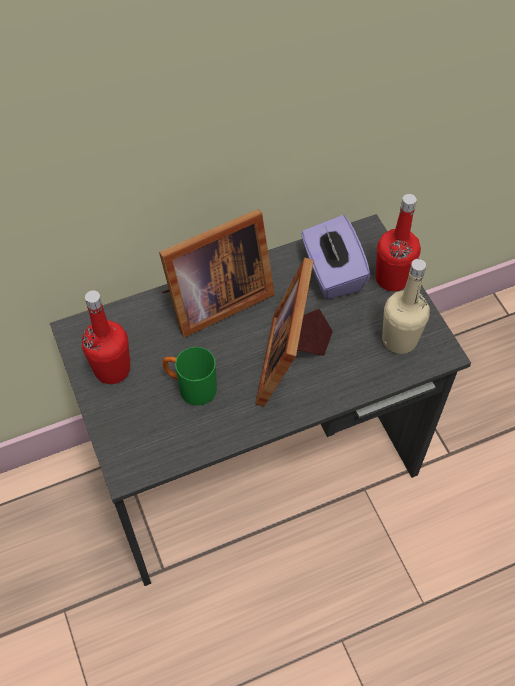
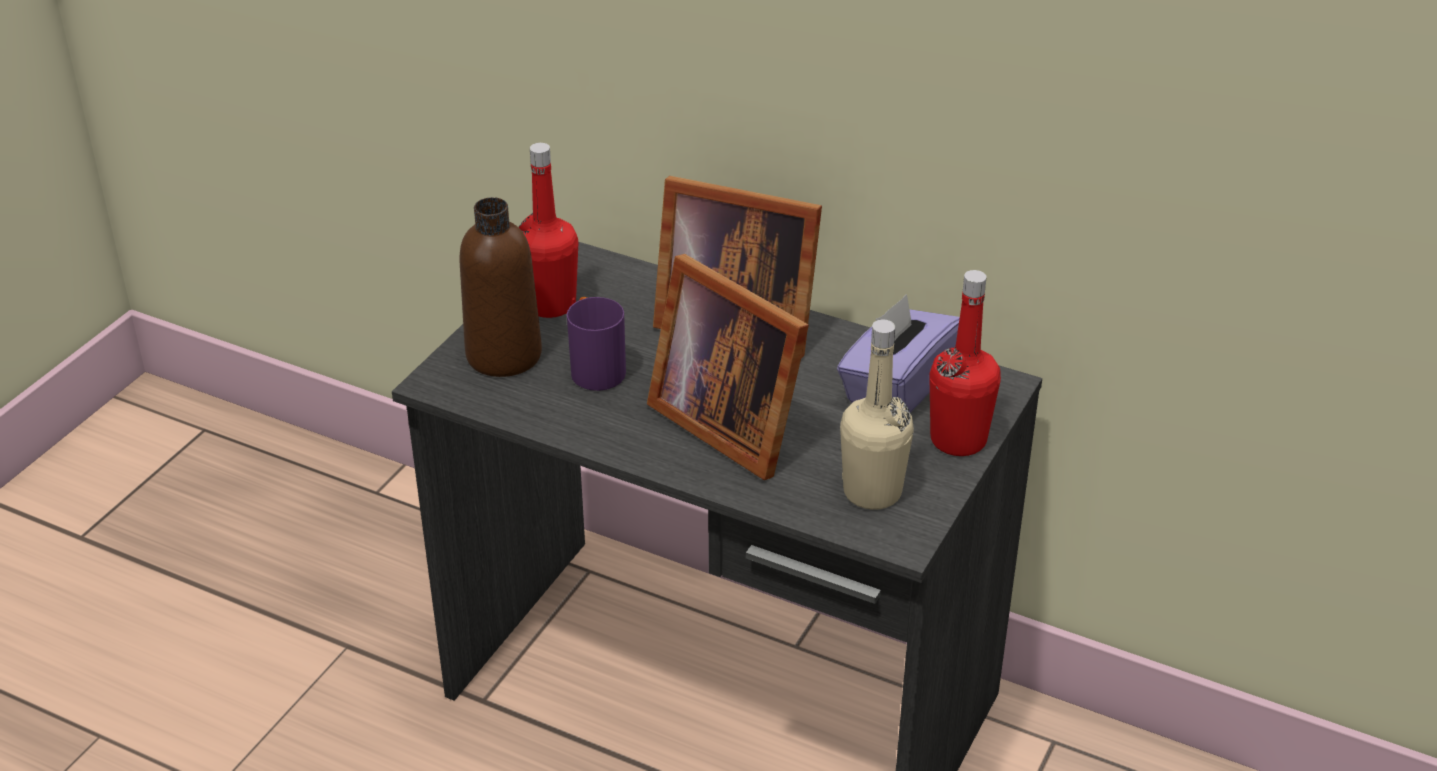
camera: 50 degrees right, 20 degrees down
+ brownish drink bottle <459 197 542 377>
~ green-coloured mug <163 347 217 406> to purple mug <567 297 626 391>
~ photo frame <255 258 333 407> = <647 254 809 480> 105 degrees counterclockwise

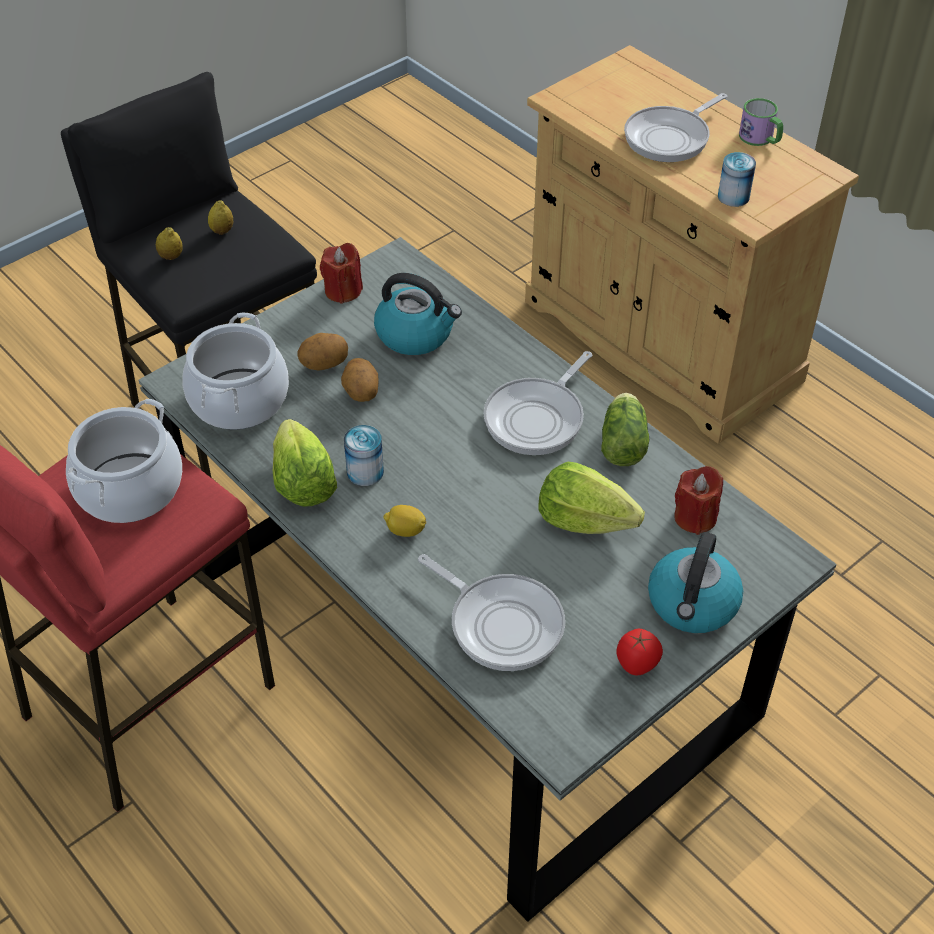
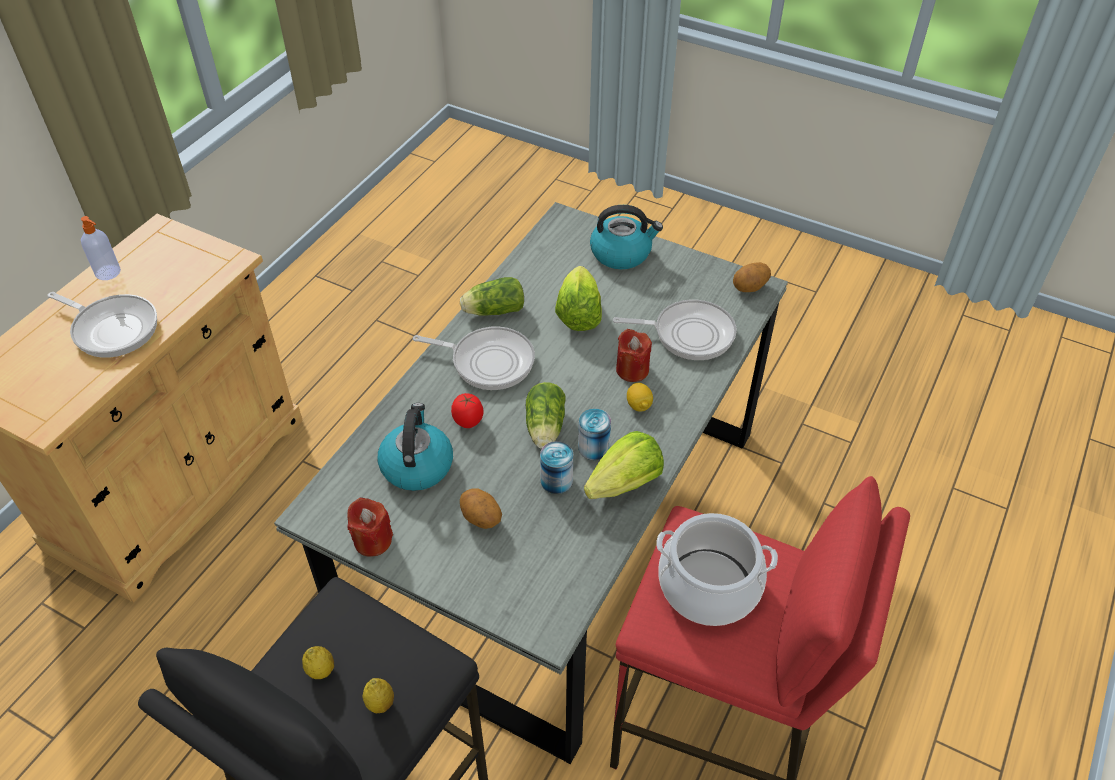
camera: 110 degrees left, 0 degrees up
- cooking pot <182 313 289 430>
+ lettuce <526 382 566 449>
~ potato <341 358 378 402> to <733 262 771 292>
~ fresh tomato <616 629 663 676> to <451 393 483 428>
~ red candle <674 466 723 535> to <616 329 652 382>
~ can <718 152 756 207> to <540 441 573 494>
~ mug <739 98 783 146> to soap dispenser <81 216 121 280>
~ frying pan <418 554 565 671> = <613 300 737 360> 75 degrees clockwise

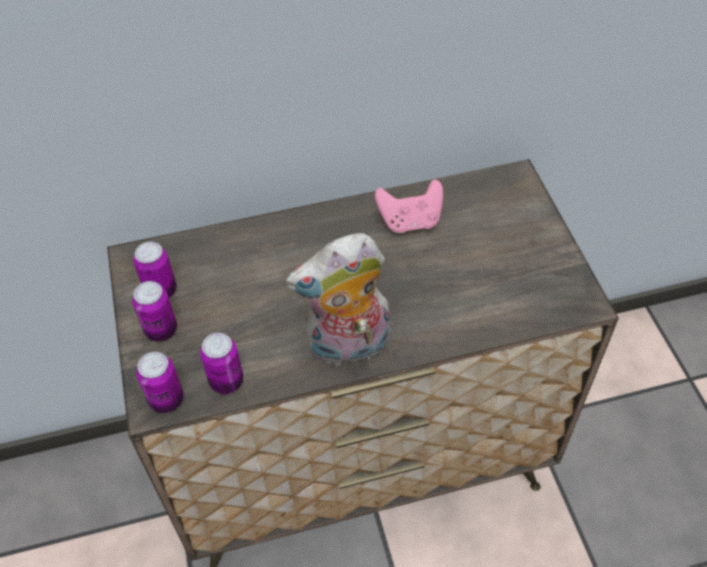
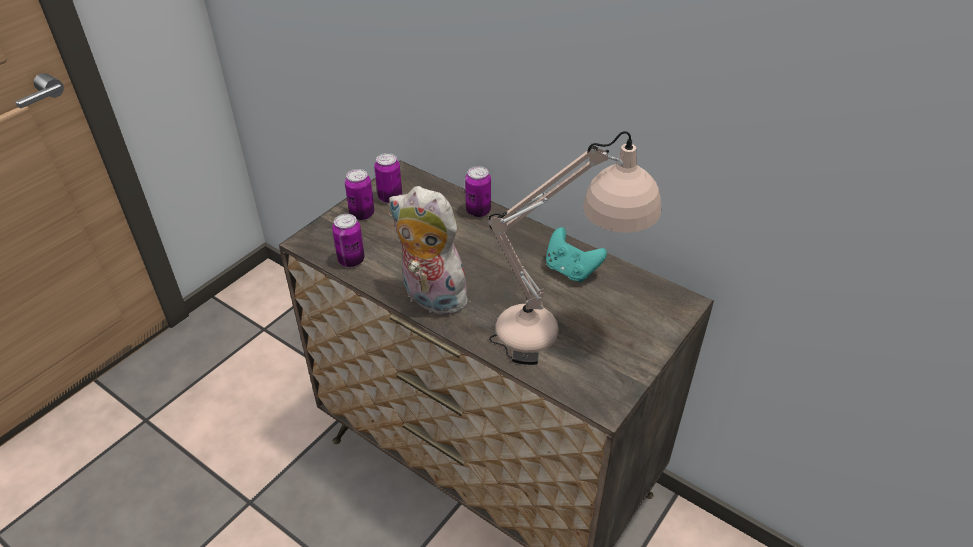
camera: 50 degrees right, 10 degrees down
+ beige tabletop lamp <488 131 661 365>
~ can <136 352 183 413> to <465 166 491 217>
~ pinkish gamepad <375 179 443 233> to turquoise gamepad <546 227 607 283>

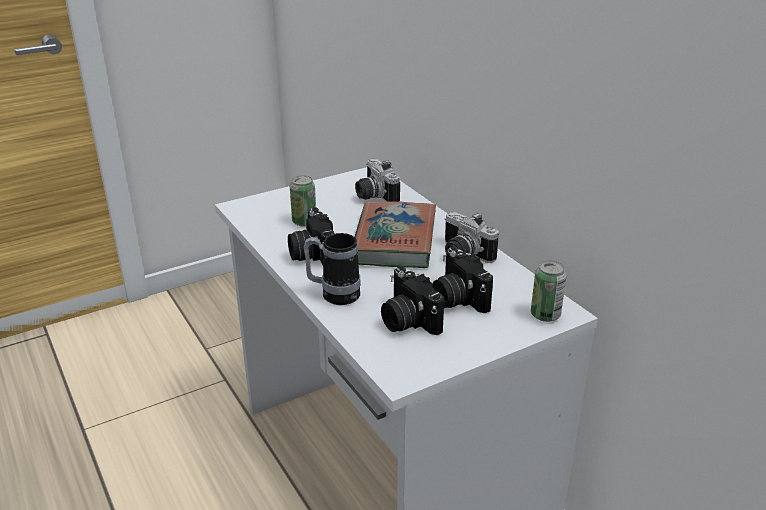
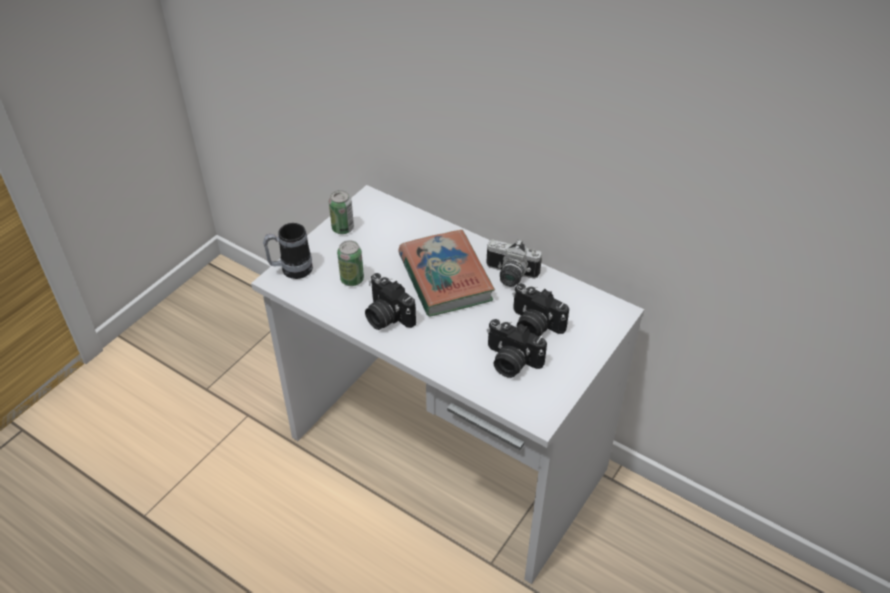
camera: 25 degrees left, 15 degrees up
- still camera <355 159 400 202>
~ mug <304 233 361 305> to <263 223 313 279>
~ can <531 260 567 322> to <329 190 354 234>

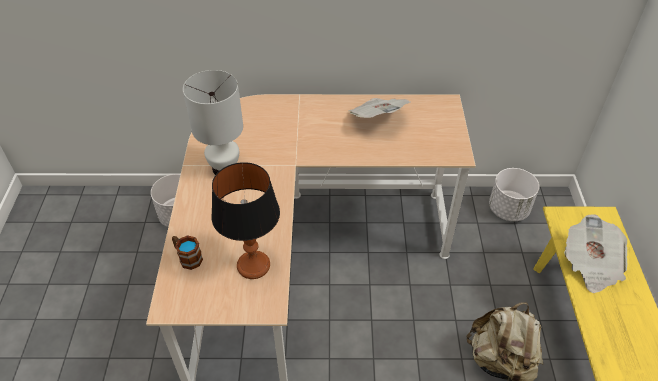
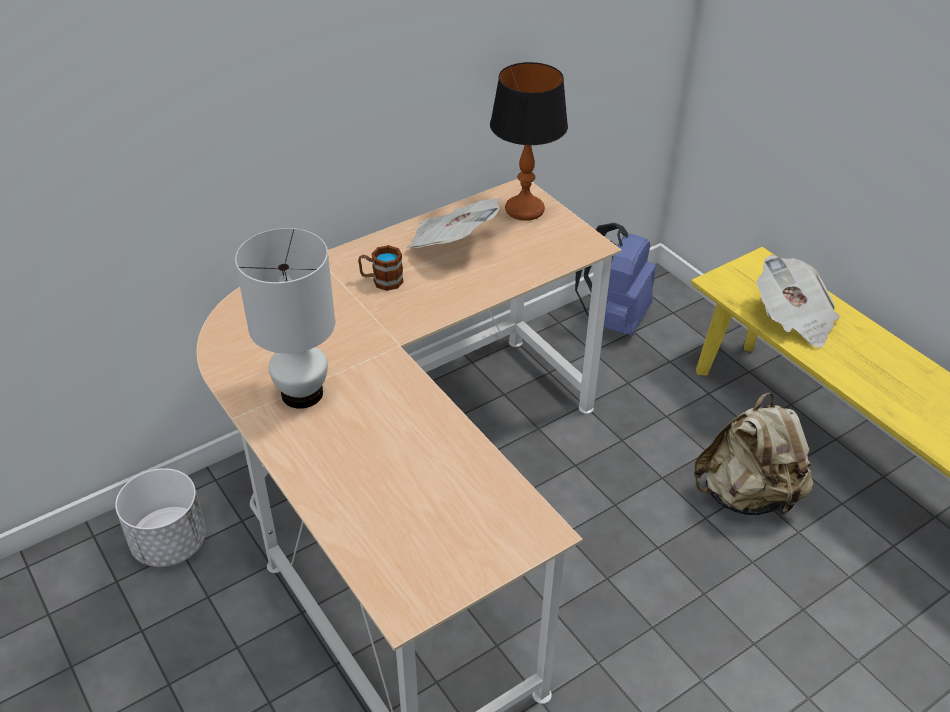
camera: 35 degrees left, 5 degrees down
~ mug <172 235 203 270> to <358 245 404 291>
~ tabletop lamp <211 162 280 279> to <490 62 568 221>
~ white-coloured planter <489 168 539 221> to bluish knapsack <575 222 656 335>

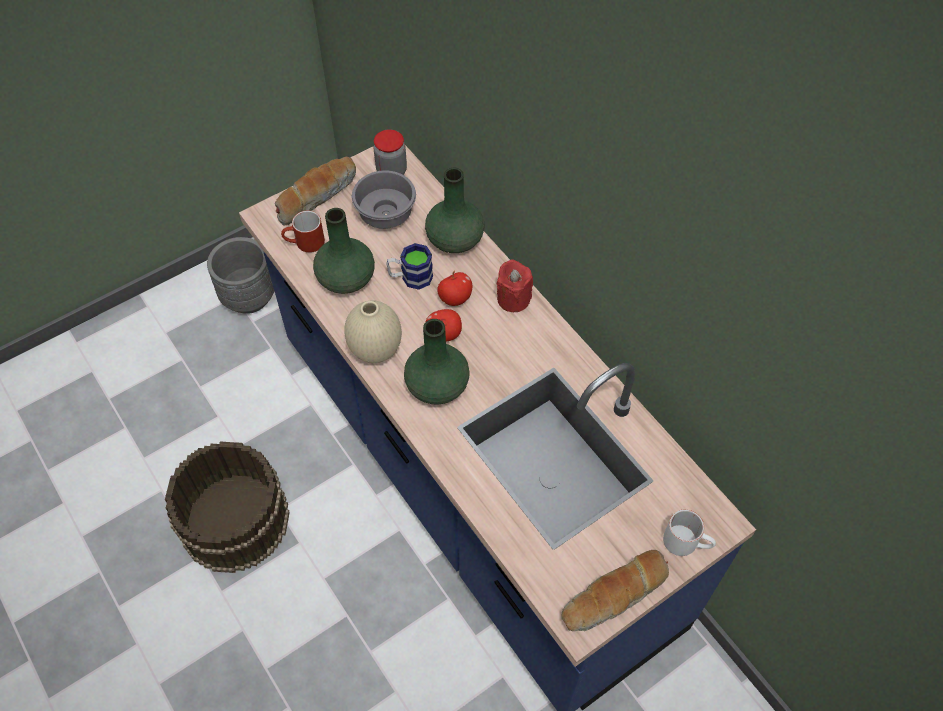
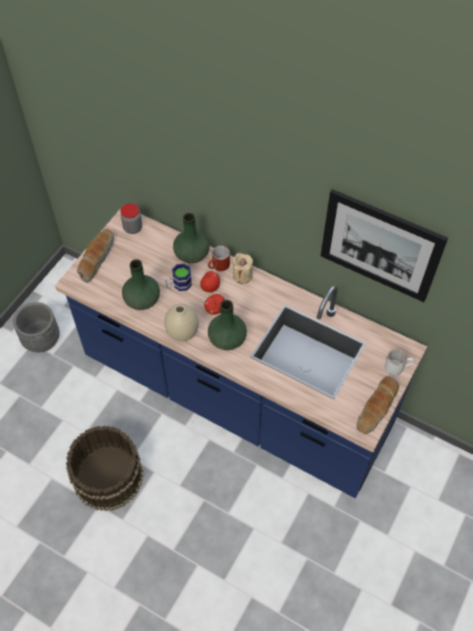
camera: 25 degrees left, 0 degrees up
- greyish deep dish <352 170 416 229>
+ picture <320 189 448 302>
~ red mug <281 211 325 253> to <208 246 230 271>
~ red candle <497 259 533 312> to beige candle <233 253 253 284>

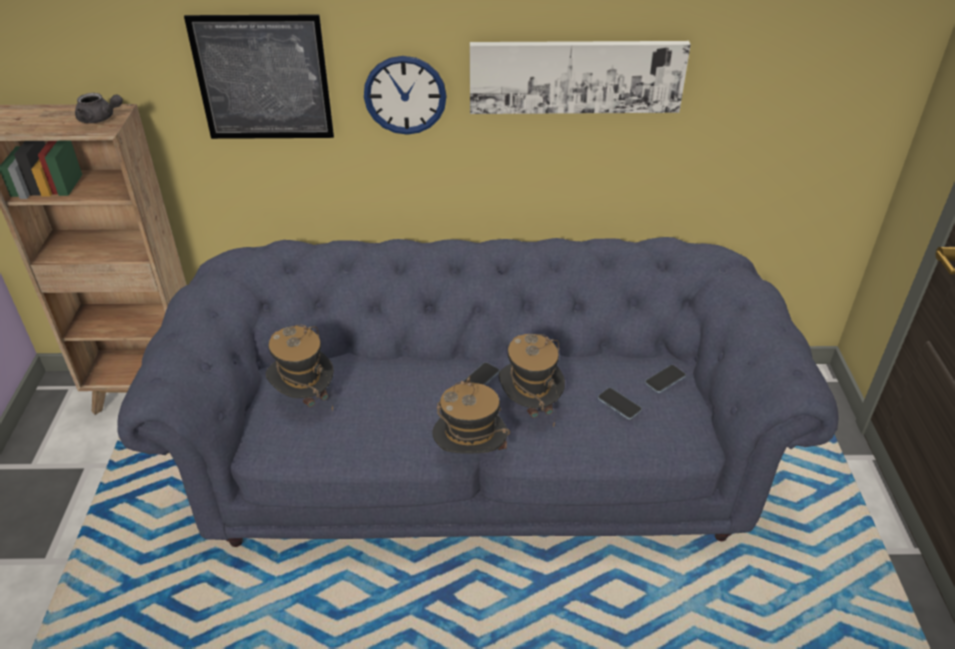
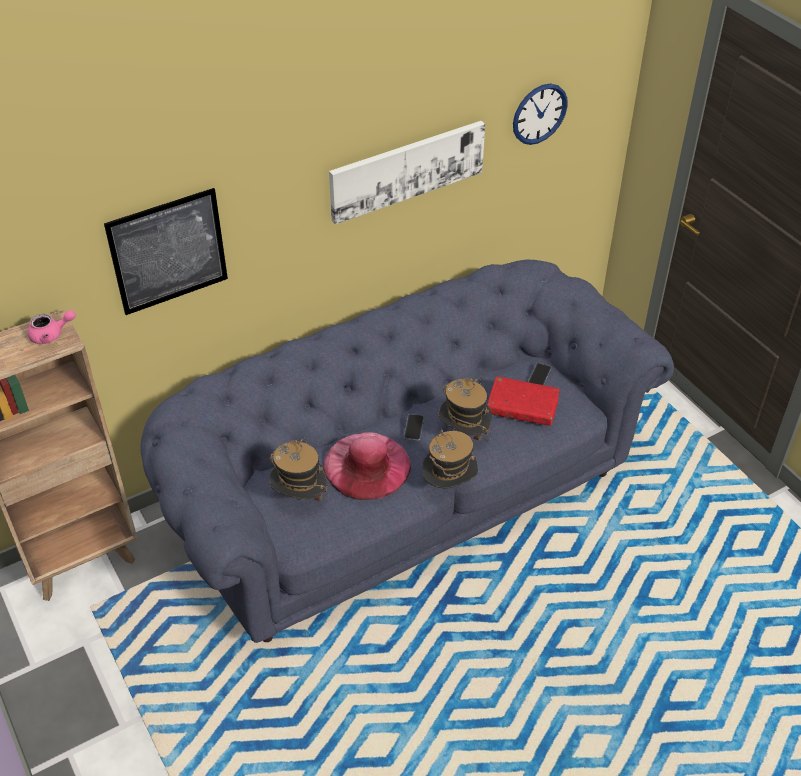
camera: 30 degrees left, 5 degrees up
+ pinkish wearable hat <324 432 411 500>
~ hanging clock <364 56 447 135> to <513 84 568 145>
~ telephone <598 388 642 420> to red bound book <487 376 560 426>
~ greyish teapot <75 93 123 123> to pinkish teapot <28 310 76 344>

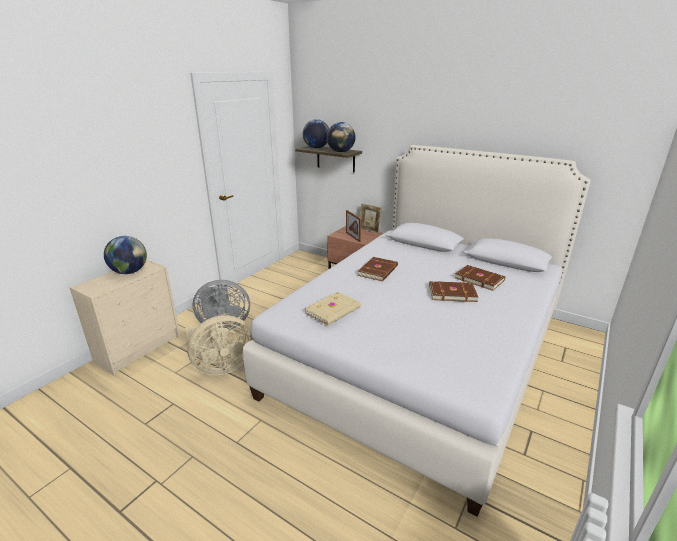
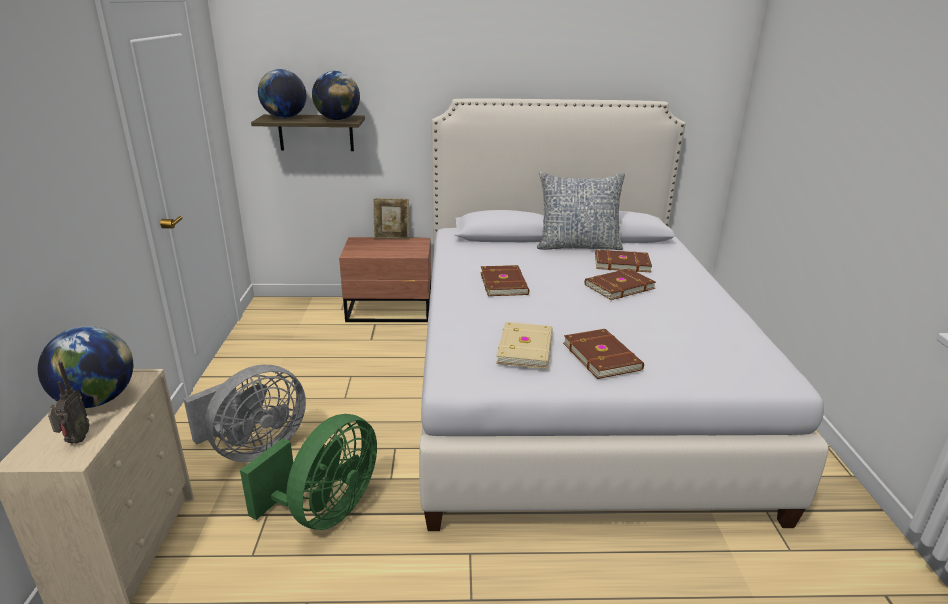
camera: 35 degrees left, 0 degrees up
- photo frame <346 210 361 242>
+ radio set <48 362 90 444>
+ cushion <537 172 625 250>
+ brownish bound book <563 329 644 379>
~ beige fan <185 315 253 375> to green-coloured fan <240 414 377 530>

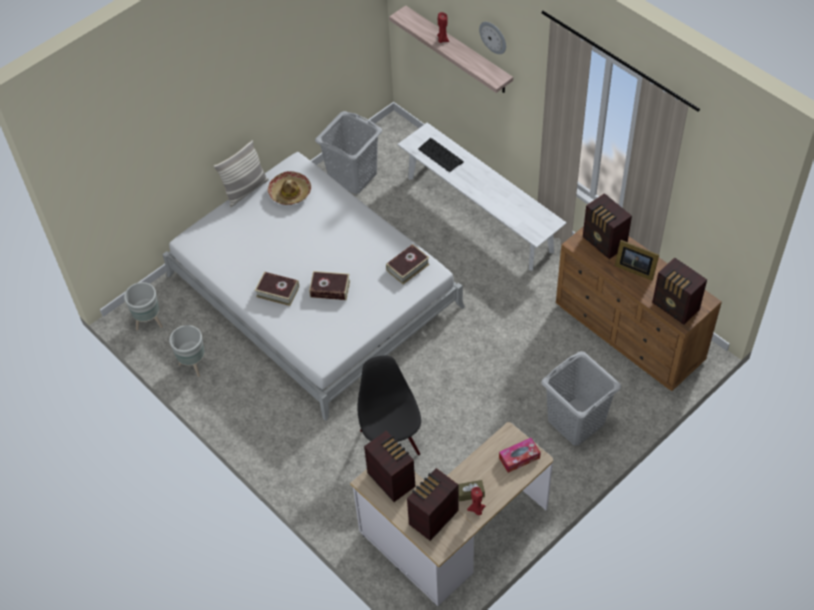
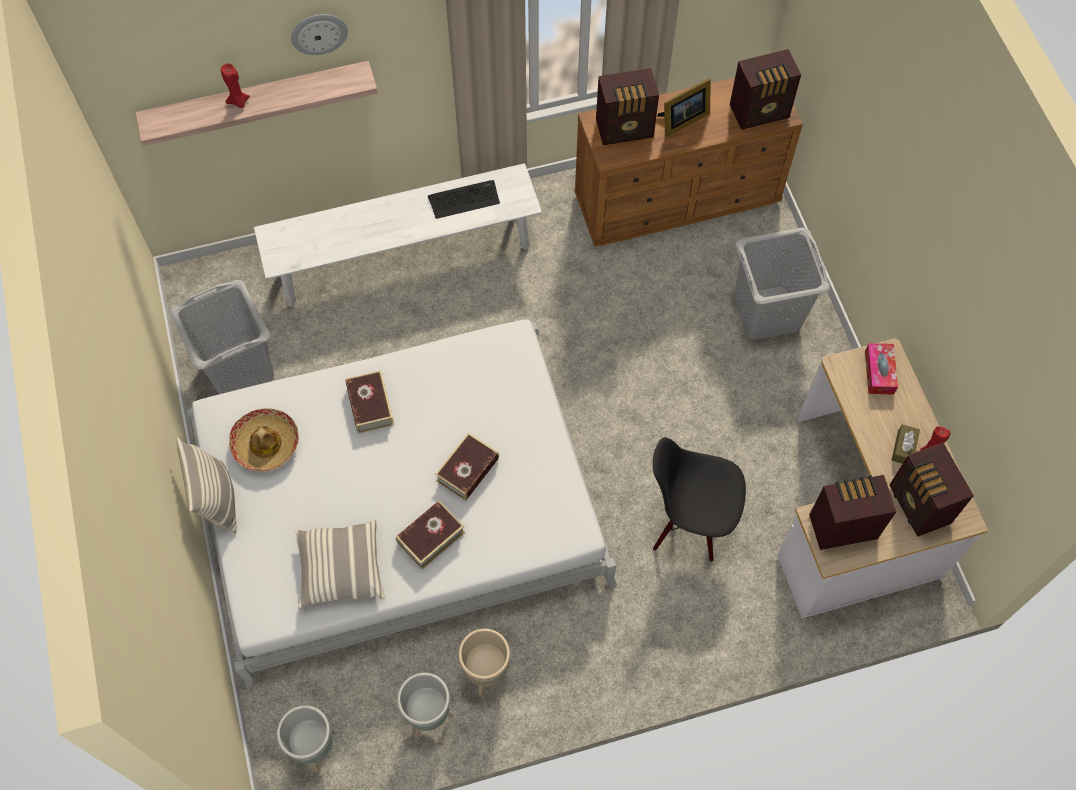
camera: 65 degrees left, 10 degrees up
+ cushion <295 519 385 608>
+ beige planter <459 629 510 696>
~ bound book <386 244 430 284> to <346 371 394 433>
~ keyboard <418 138 464 172> to <428 180 500 219>

